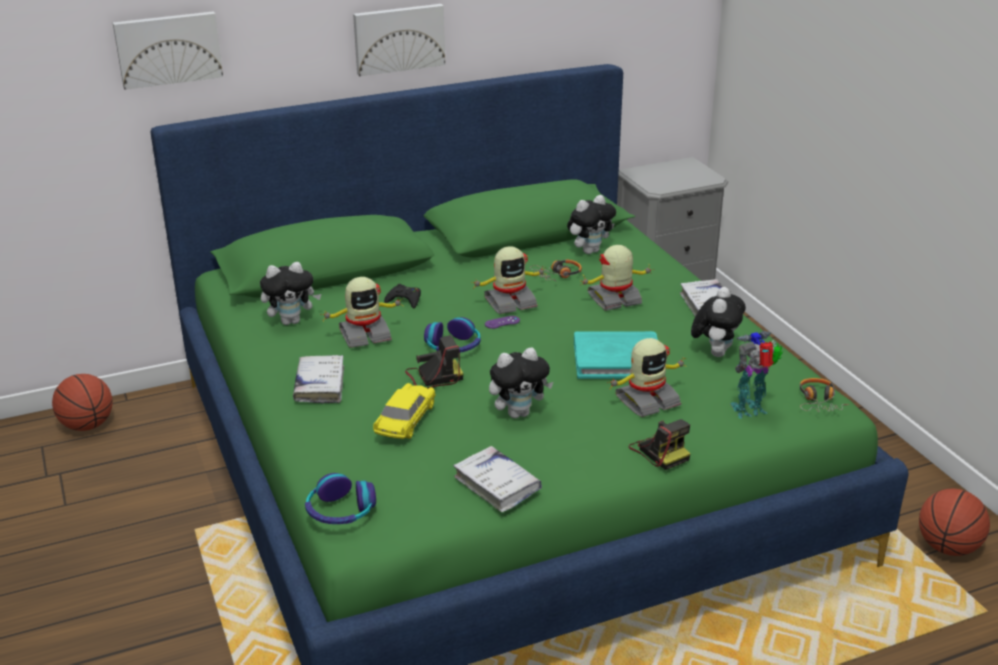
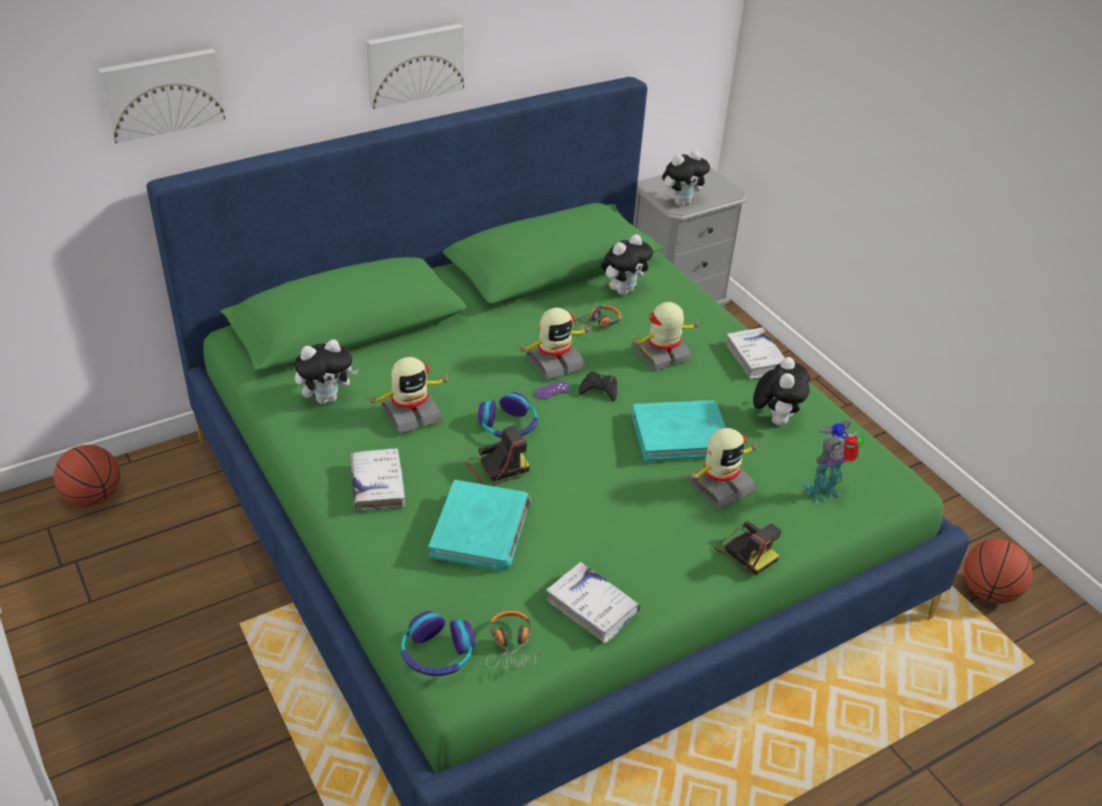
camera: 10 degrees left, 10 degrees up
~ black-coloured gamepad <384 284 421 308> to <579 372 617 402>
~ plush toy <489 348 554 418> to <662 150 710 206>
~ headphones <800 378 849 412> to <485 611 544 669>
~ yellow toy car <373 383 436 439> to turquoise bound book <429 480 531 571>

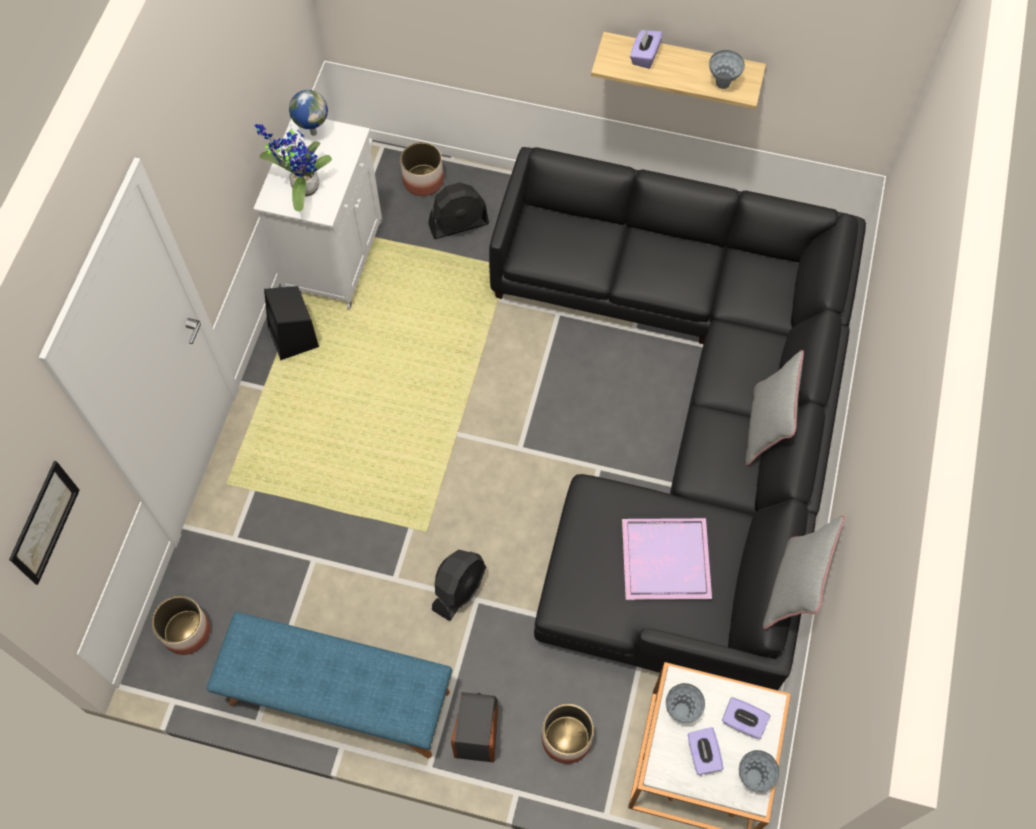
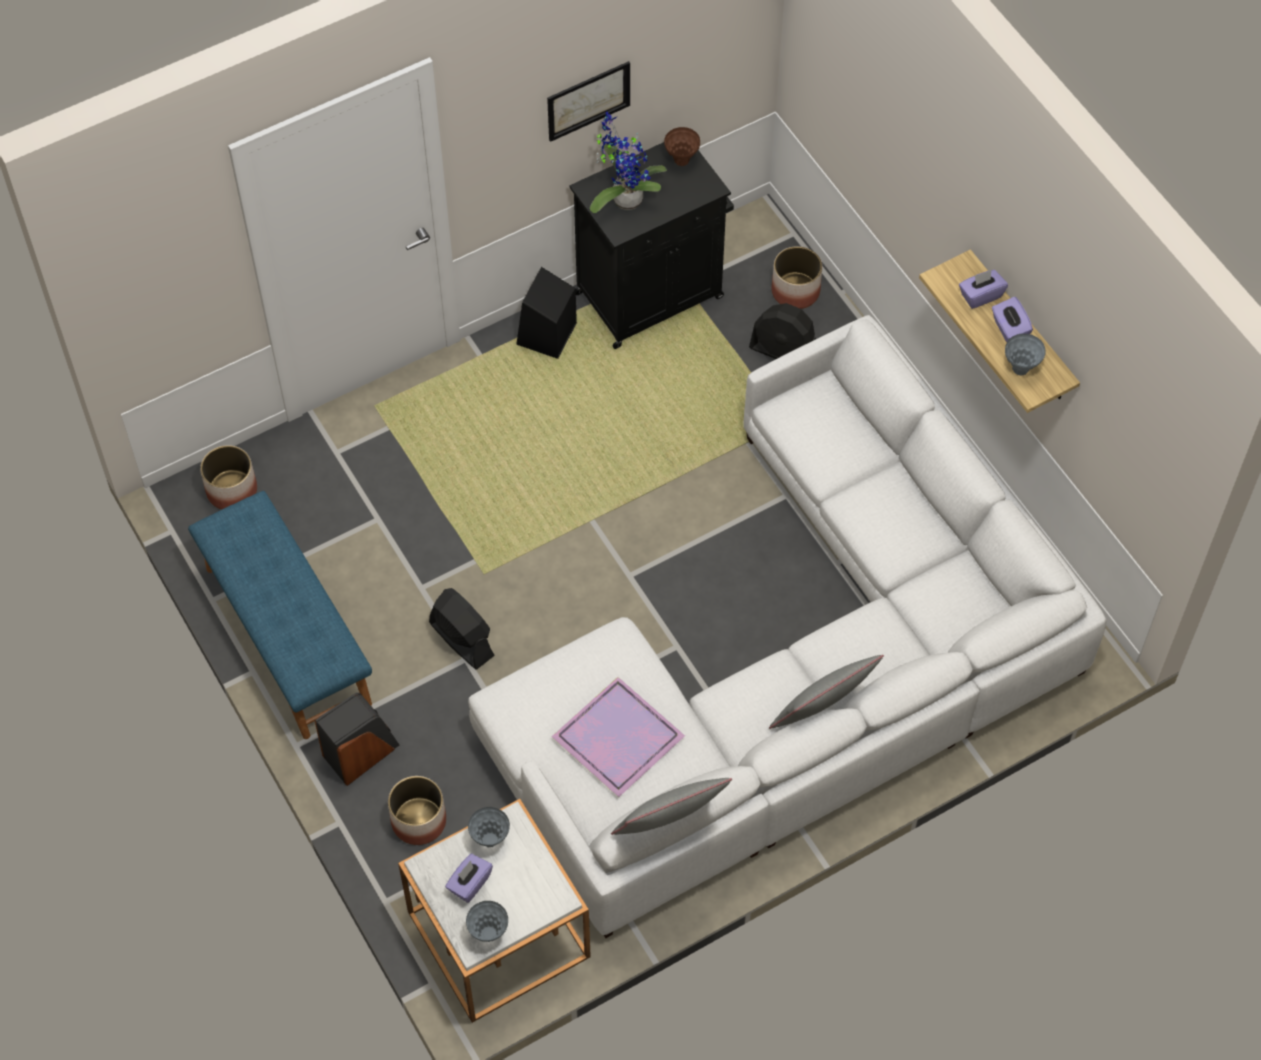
camera: 45 degrees right, 5 degrees down
~ picture <9 461 80 585> to <547 61 630 142>
~ purple tissue holder <722 697 770 739> to <992 297 1033 342>
~ desk globe <289 90 328 136> to brownish decorative vase <664 127 700 166>
~ white-coloured cabinet <253 118 382 310> to black-coloured cabinet <569 142 734 349>
~ black-coloured couch <489 147 866 690> to white-coloured couch <468 315 1107 938>
~ black-coloured fan <432 549 486 621> = <429 588 495 670> 120 degrees counterclockwise

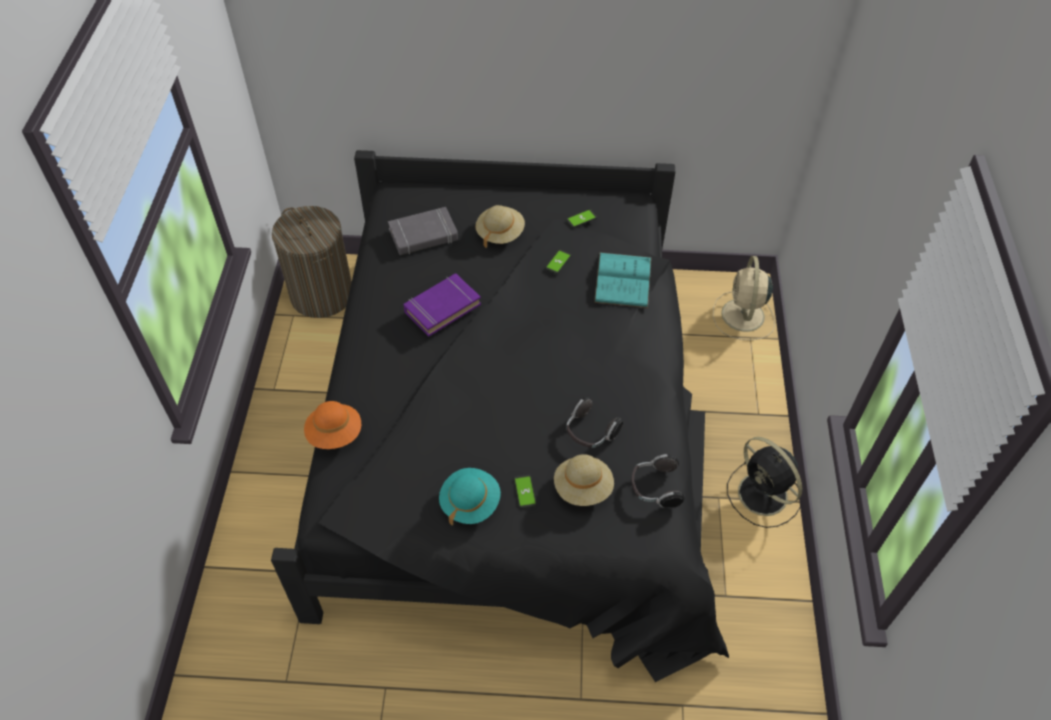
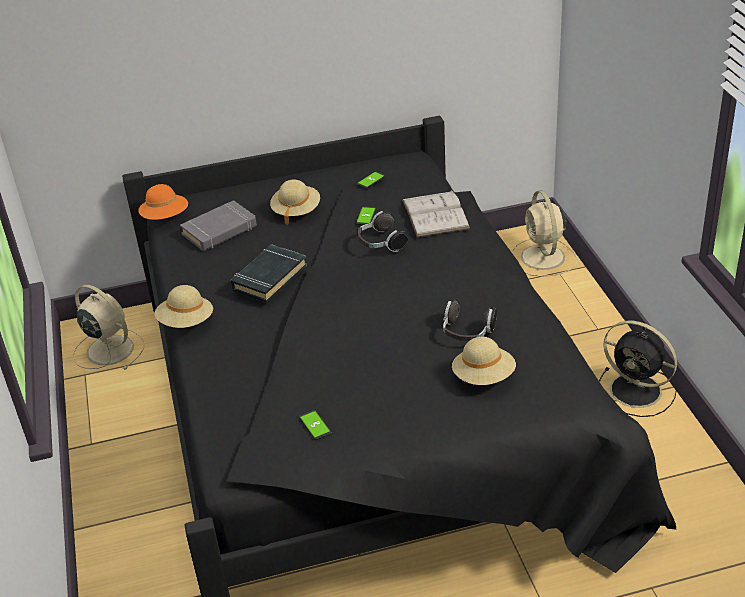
camera: 15 degrees left, 15 degrees down
- turquoise wearable hat <439 468 501 525>
+ beige wearable hat <155 285 213 328>
~ orangey wearable hat <304 401 361 449> to <138 184 188 220>
~ telephone <514 474 537 509> to <299 409 332 440>
~ headphones <631 454 685 508> to <358 211 408 252>
~ washing basket <272 206 352 318> to beige fan <73 285 144 370>
~ purple bound book <403 273 481 337> to black-coloured bound book <230 244 307 303>
~ turquoise bound book <594 252 651 308> to white-coloured bound book <402 190 470 237>

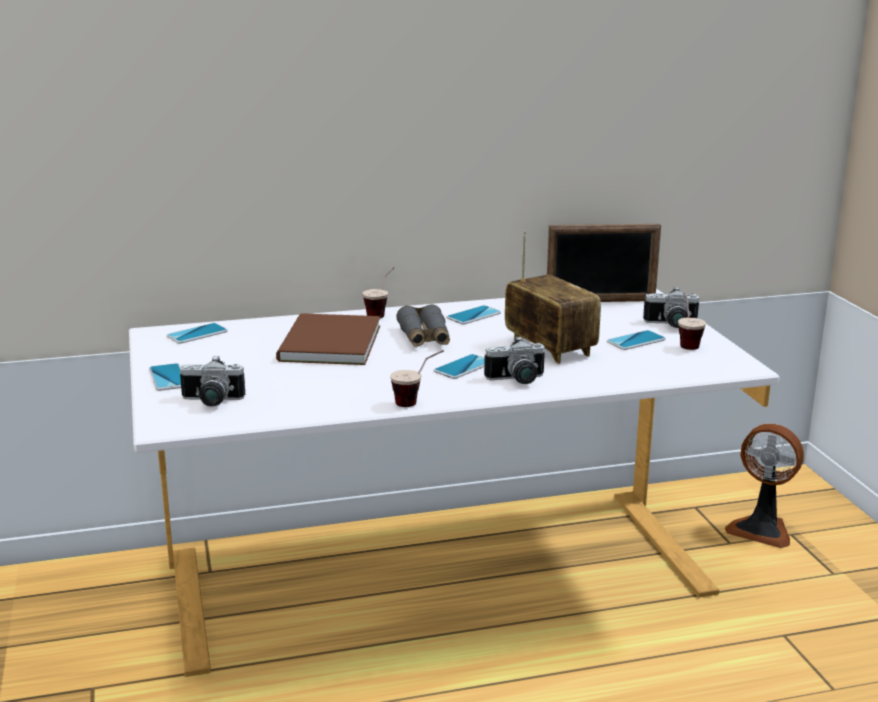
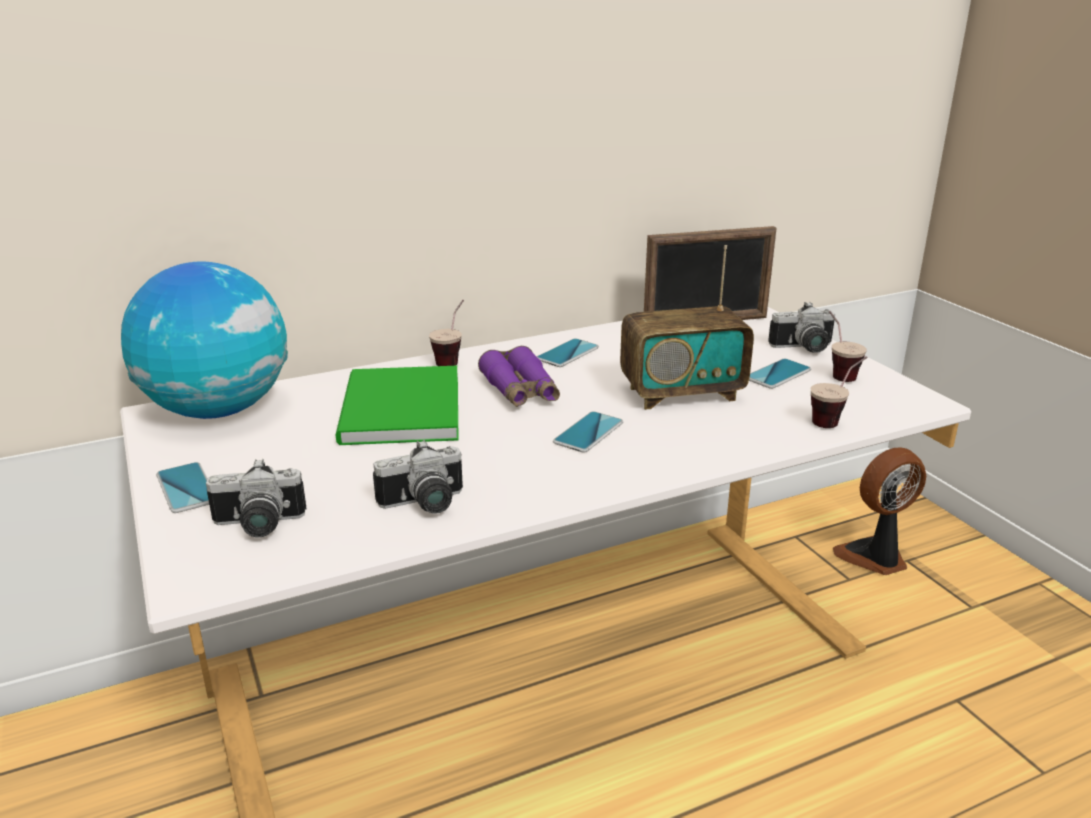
camera: 10 degrees left, 5 degrees up
~ drinking cup <390 350 444 407> to <811 356 867 428>
~ still camera <484 336 545 384> to <373 440 463 514>
~ telephone <166 323 228 344> to desk globe <121 261 288 419>
~ brownish bound book <276 313 380 365> to green-coloured bound book <336 366 459 445>
~ greyish field glasses <396 304 450 347> to purple field glasses <478 346 560 407>
~ radio set <505 231 601 364> = <620 245 754 410> 120 degrees clockwise
~ fan <725 424 804 548> = <833 448 926 575> 135 degrees clockwise

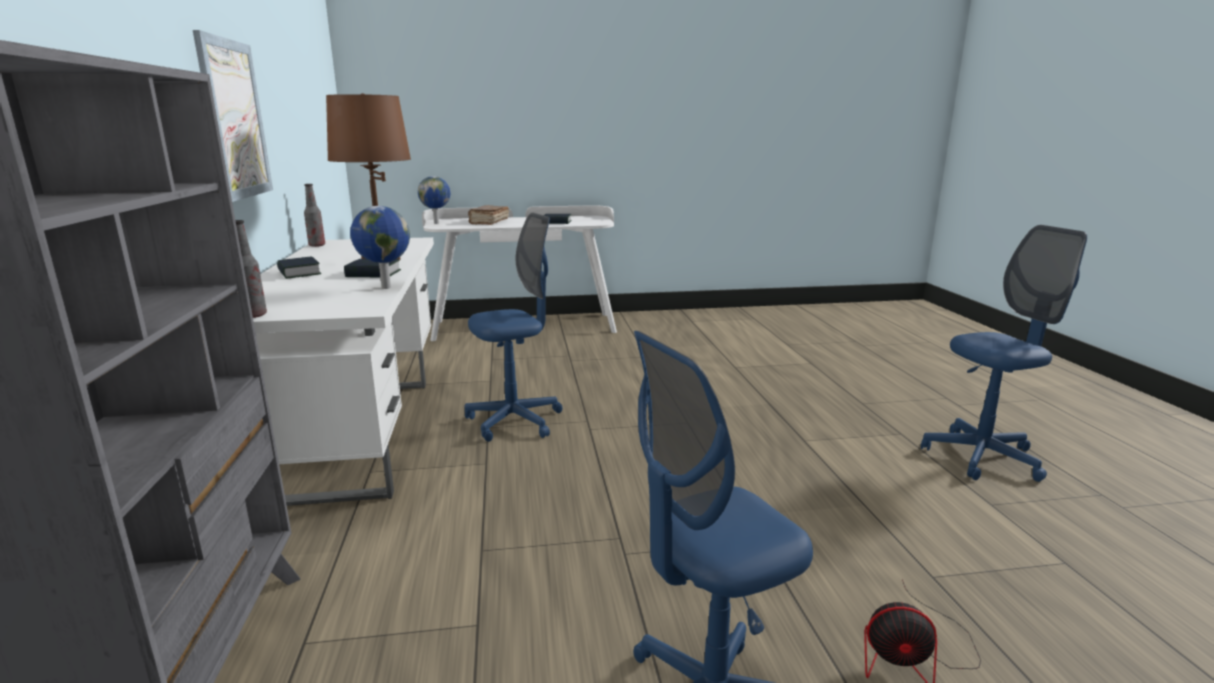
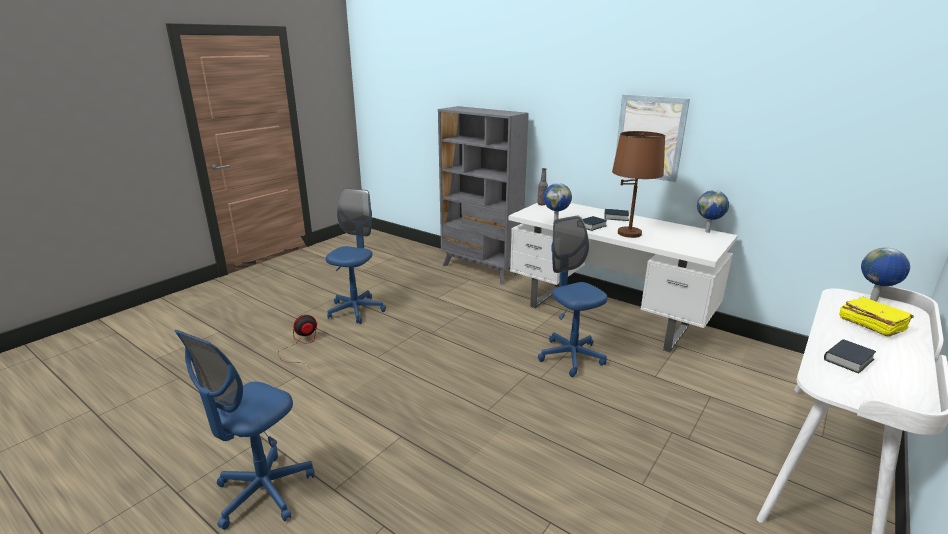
camera: 135 degrees right, 5 degrees up
~ drink bottle <304 184 325 247> to desk globe <697 190 729 233>
~ brownish bound book <468 205 509 225> to yellow bound book <839 296 914 337>
~ bluish desk chair <465 212 563 442> = <538 215 608 377> 135 degrees clockwise

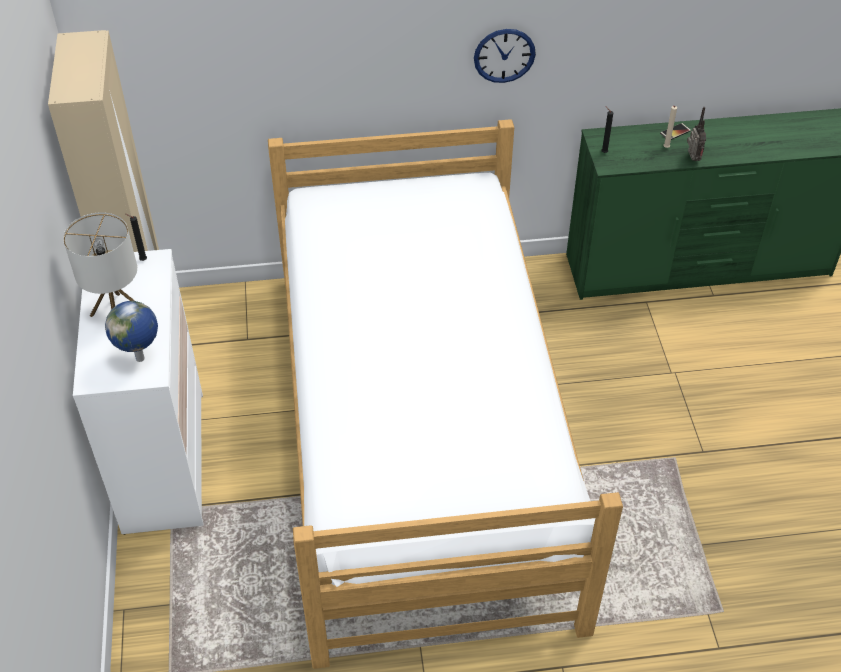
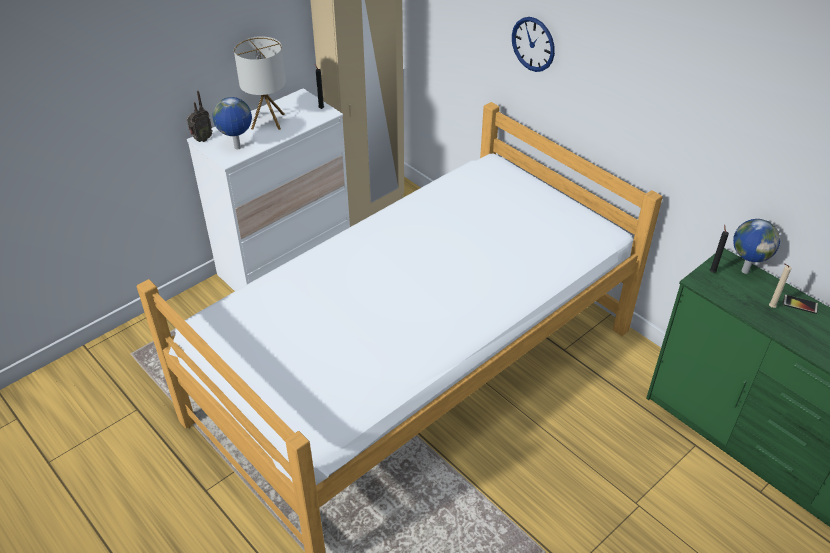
camera: 55 degrees right, 5 degrees down
+ desk globe <733 219 780 274>
~ hanging clock <474 29 536 83> to <512 17 555 72>
~ radio set <687 107 706 161> to <187 91 213 142>

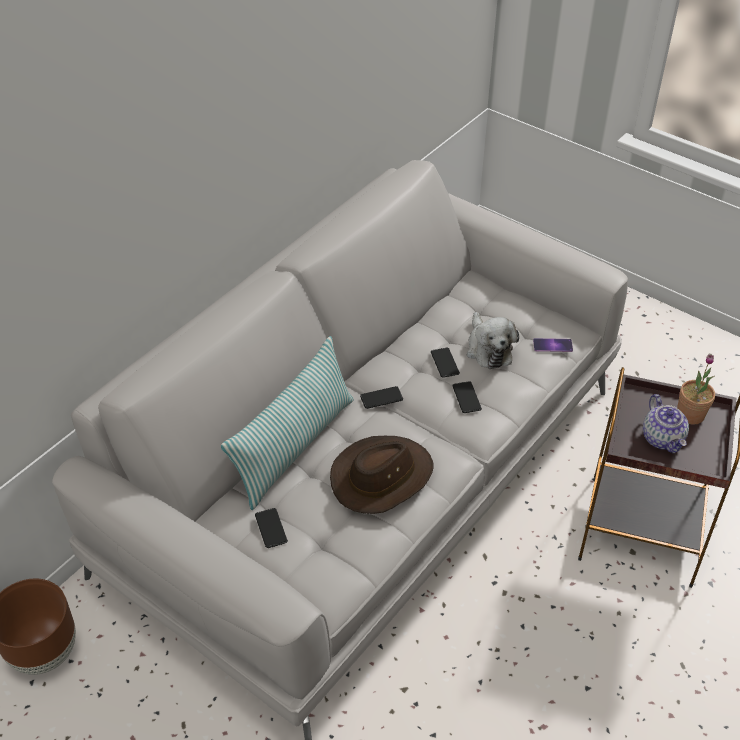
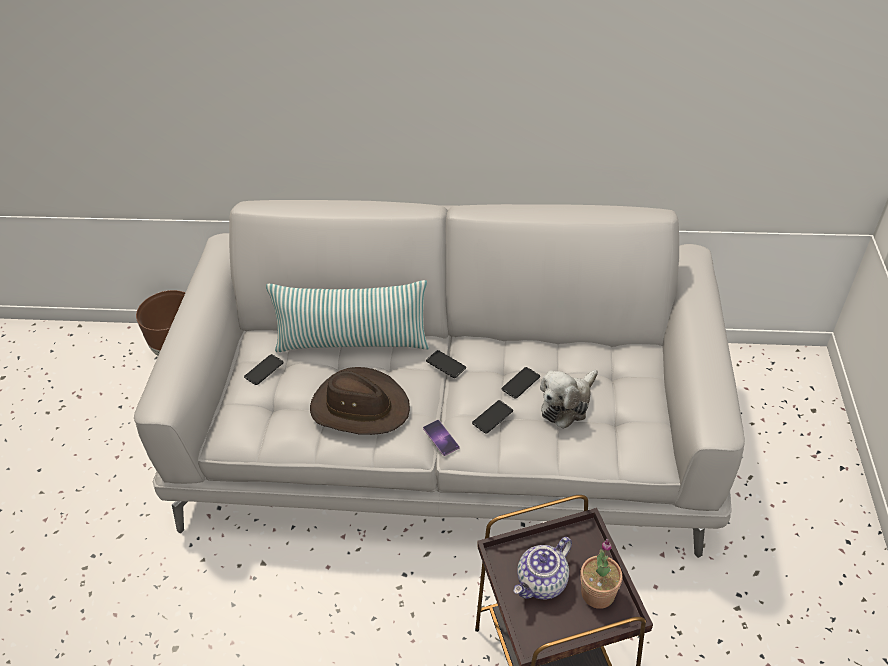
camera: 60 degrees right, 0 degrees up
~ telephone <533 338 573 352> to <423 420 460 456>

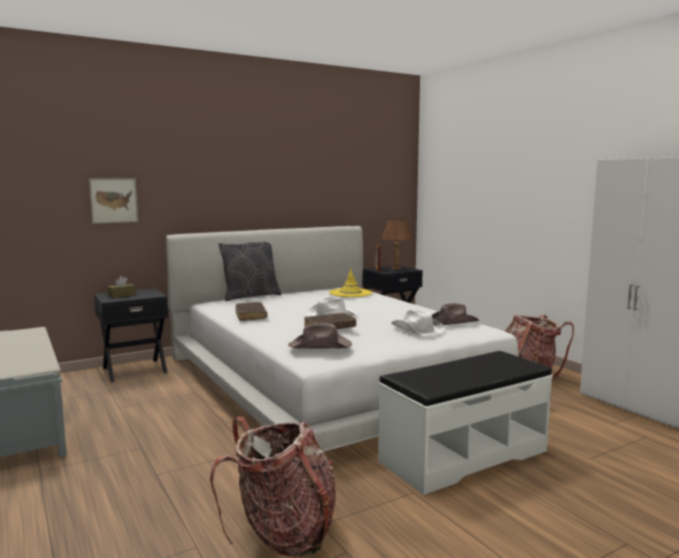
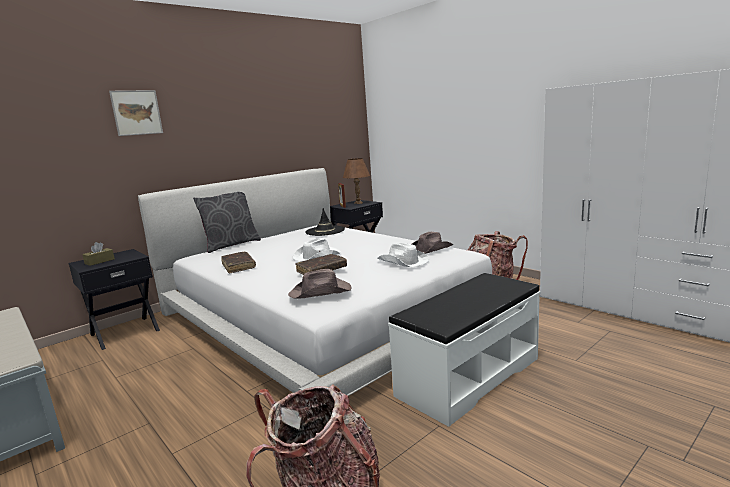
camera: 10 degrees left, 5 degrees up
~ picture <89 179 138 224> to <109 90 163 136>
~ yellow wearable hat <329 268 372 297> to black-coloured wearable hat <305 208 345 236>

